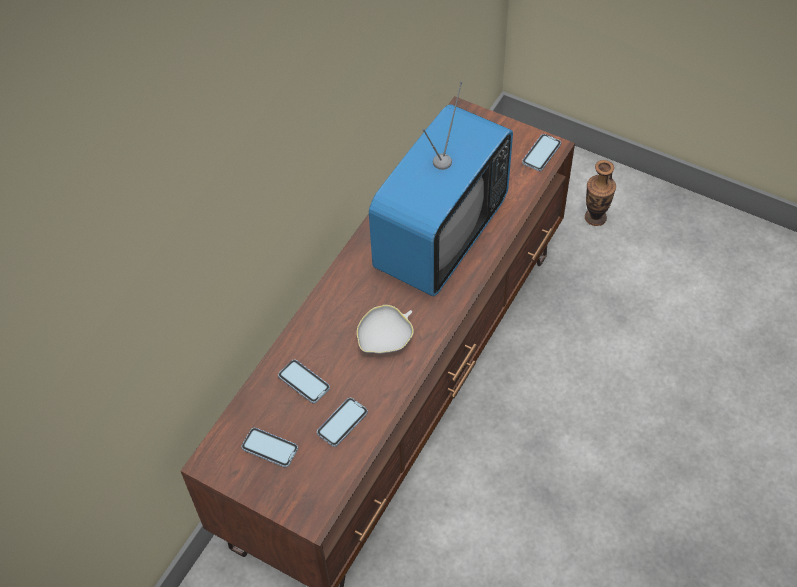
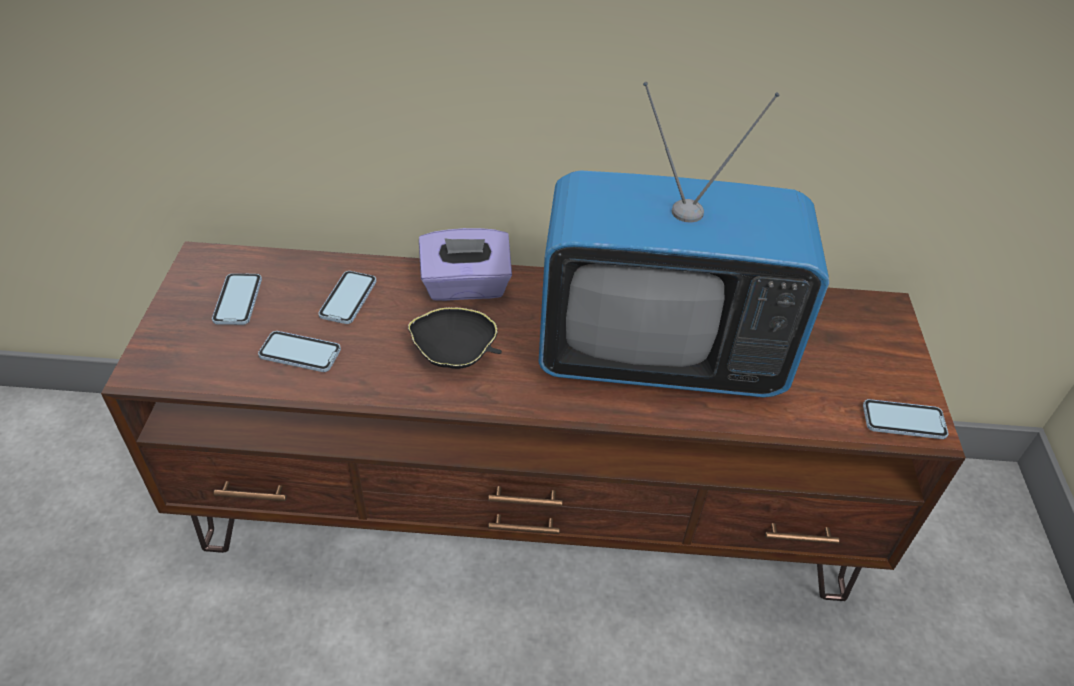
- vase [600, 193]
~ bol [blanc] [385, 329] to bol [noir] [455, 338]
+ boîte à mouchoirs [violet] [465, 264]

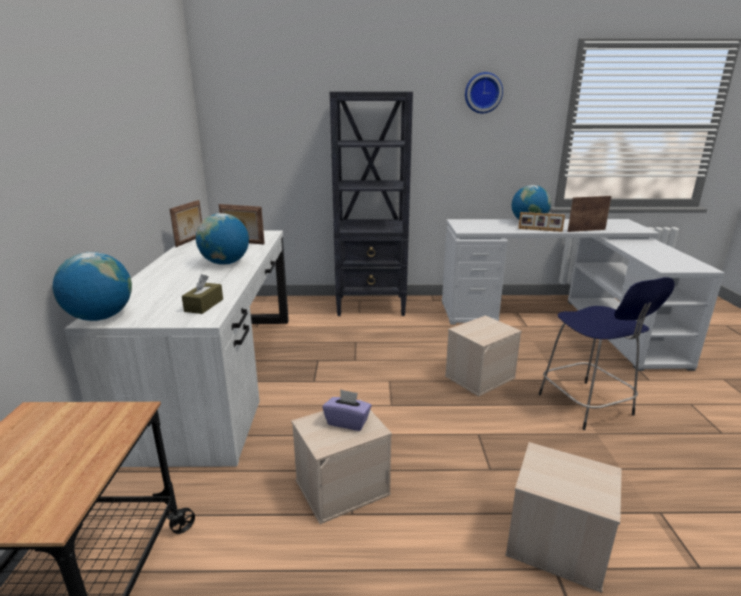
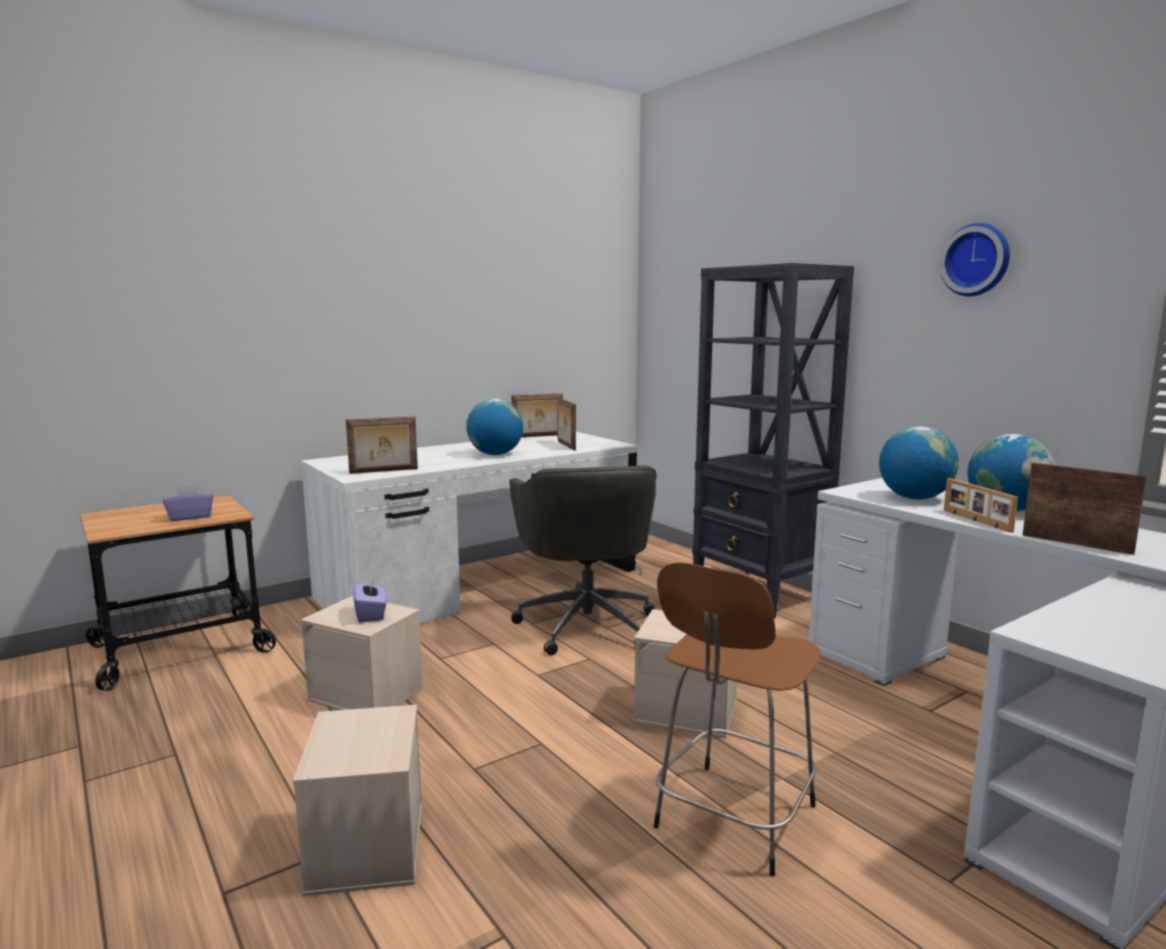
~ globe [92, 286] to [919, 463]
~ boîte à mouchoirs [marron] [202, 294] to cadre photo [382, 445]
~ tabouret [bleu] [606, 353] to tabouret [marron] [737, 719]
+ chaise de bureau [gris] [583, 560]
+ boîte à mouchoirs [violet] [188, 501]

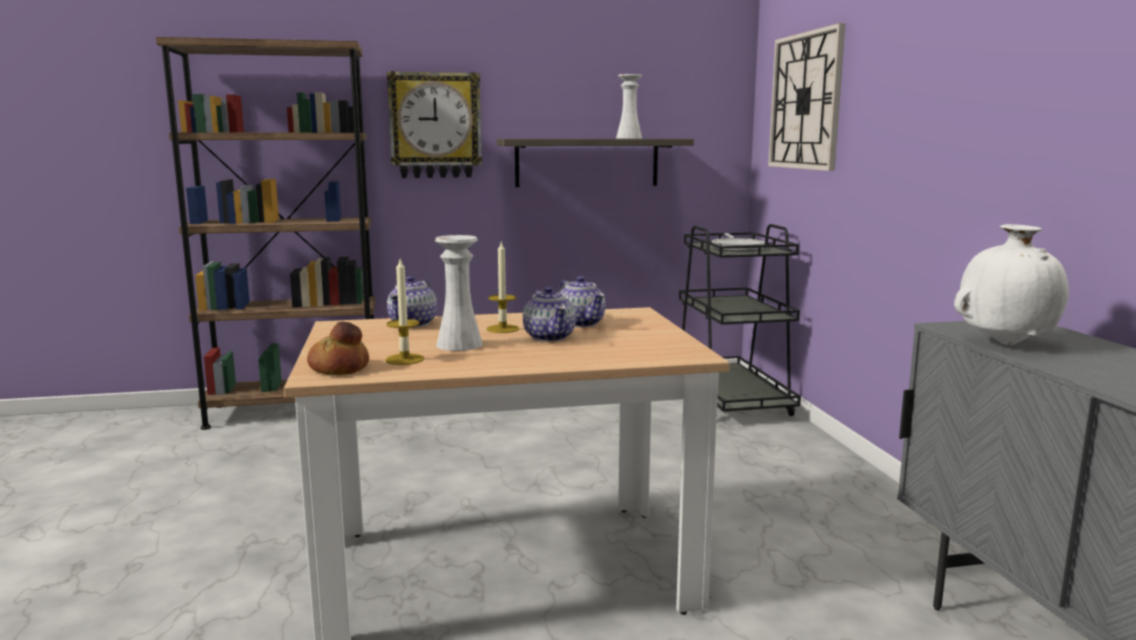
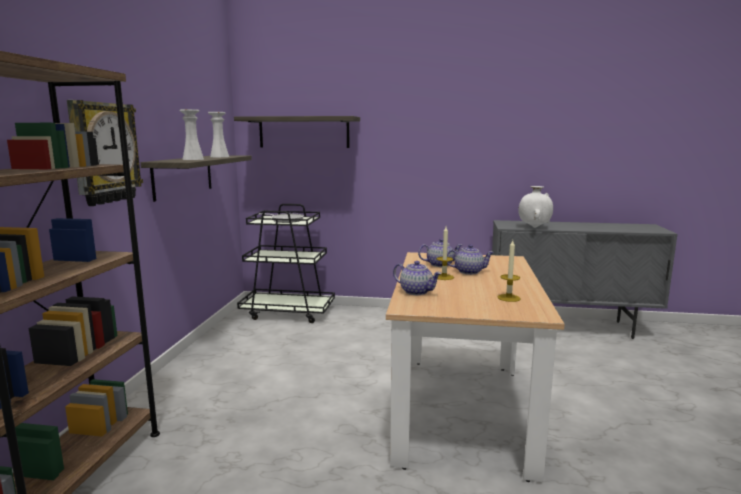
~ horloge murale [806, 97] to étagère [297, 132]
~ vase [blanc] [459, 293] to [192, 134]
- pain [338, 348]

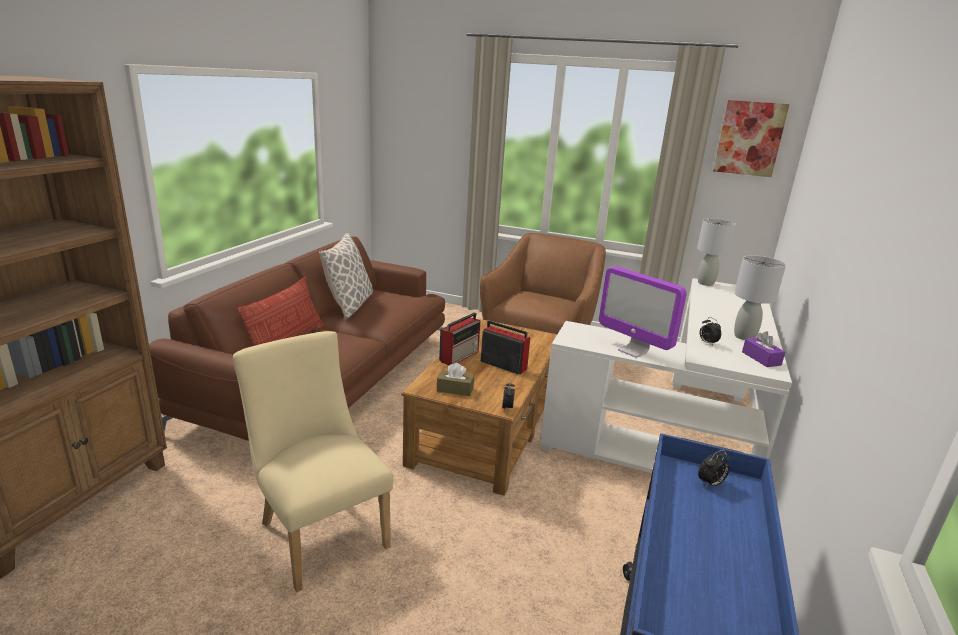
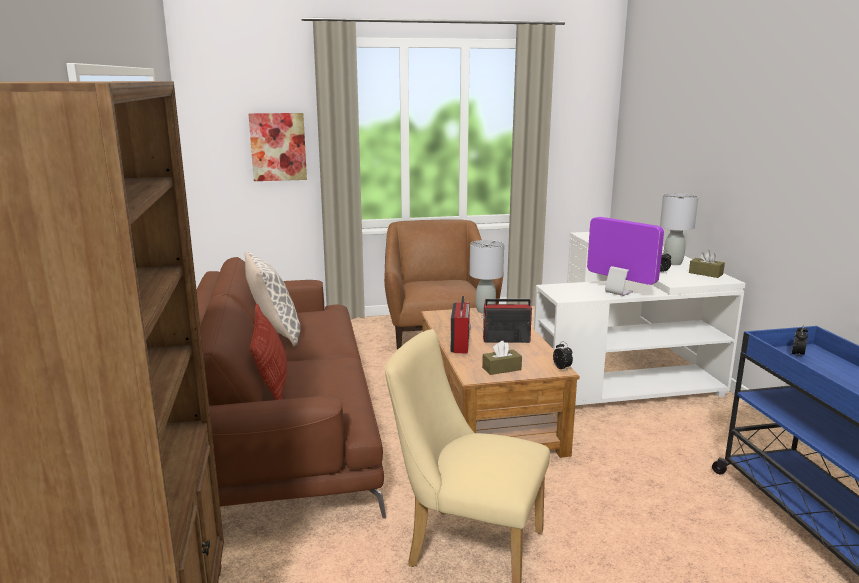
~ tableau [751, 138] to [278, 147]
~ lampe de table [gris] [716, 252] to [487, 277]
~ écran d'ordinateur [643, 312] = [625, 256] 150 degrees counterclockwise
~ boîte à mouchoirs [violet] [763, 349] to boîte à mouchoirs [marron] [707, 264]

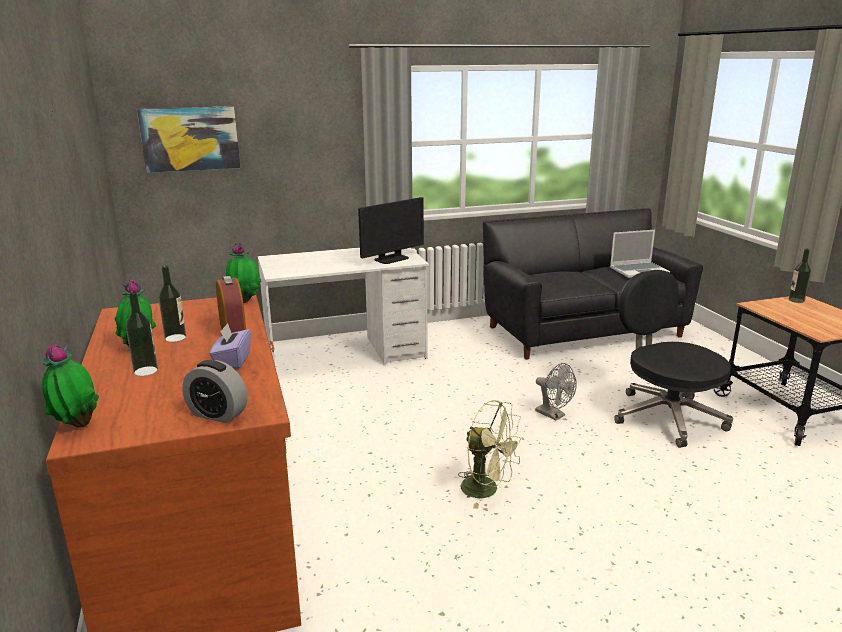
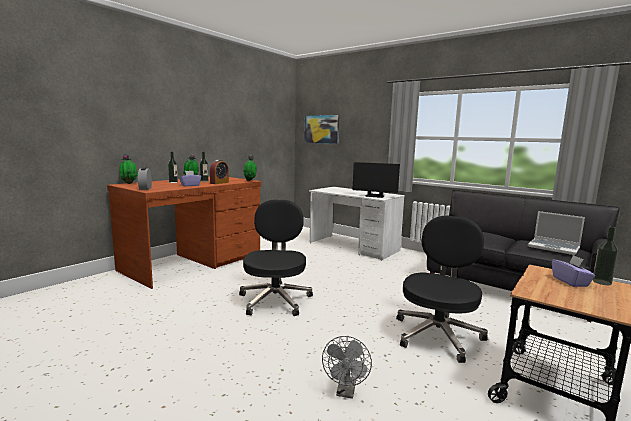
~ ventilateur [gris] [556, 392] to [347, 367]
~ ventilateur [vert] [491, 454] to chaise de bureau [noir] [276, 258]
+ boîte à mouchoirs [violet] [573, 271]

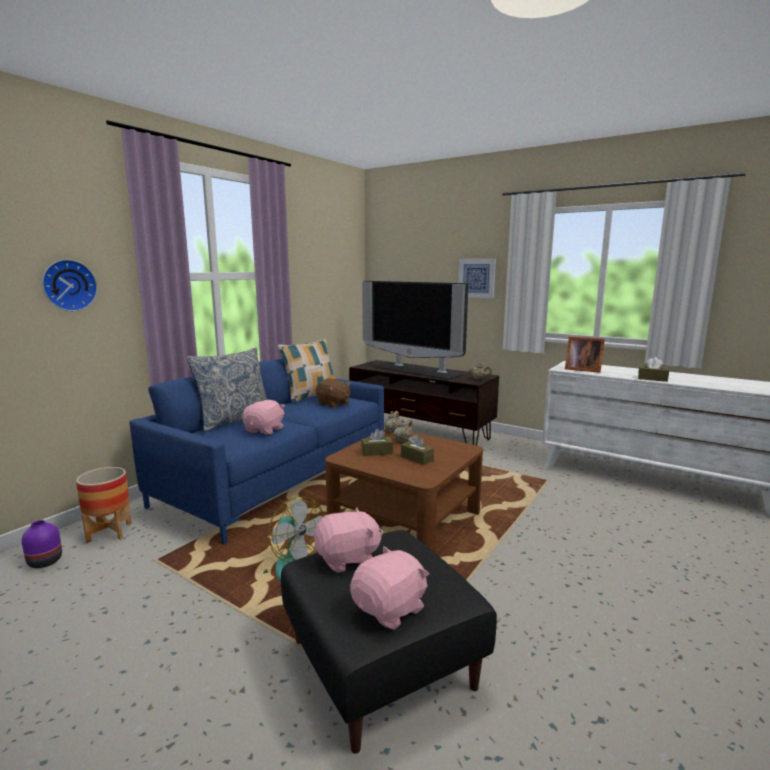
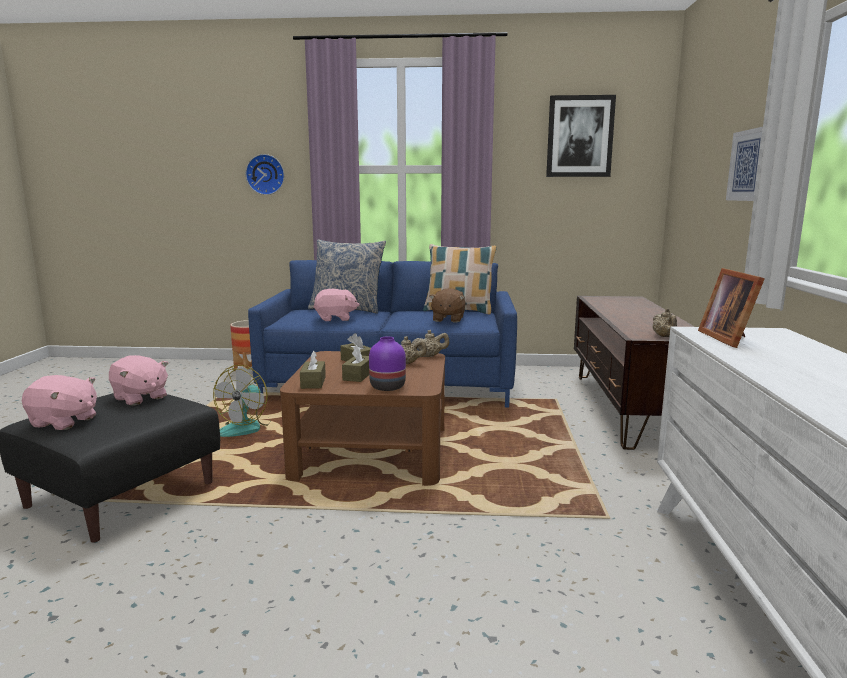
- téléviseur [415, 330]
~ boîte à mouchoirs [marron] [653, 369] to [313, 370]
~ vase [violet] [42, 544] to [387, 364]
+ tableau [581, 136]

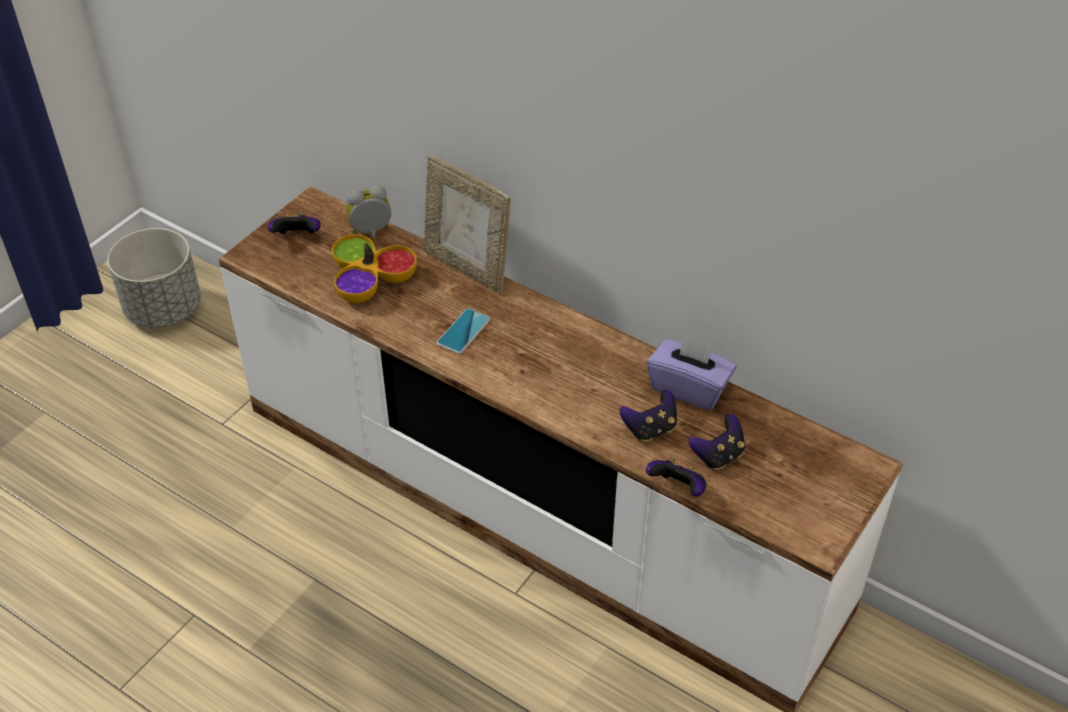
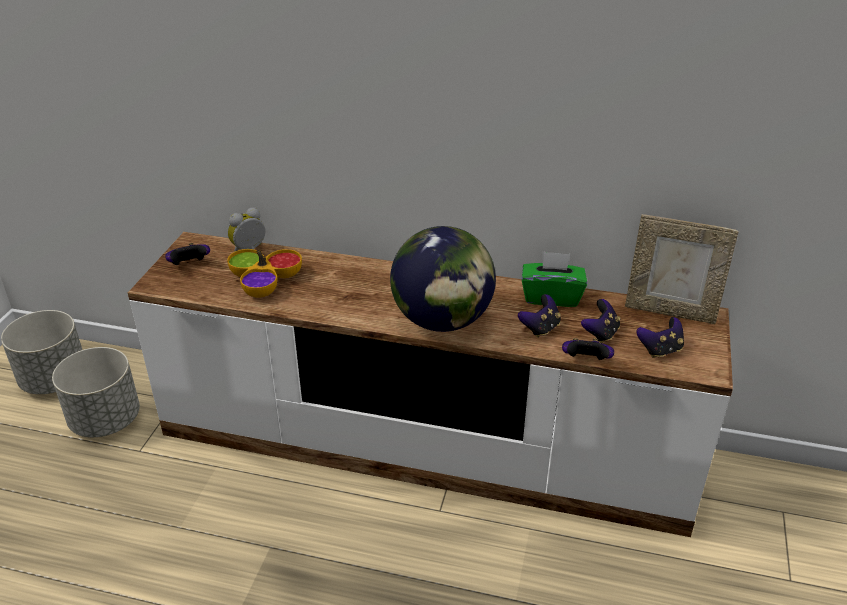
~ cadre photo [467, 224] to [682, 269]
- téléphone [463, 331]
~ boîte à mouchoirs [violet] [692, 372] to boîte à mouchoirs [vert] [554, 279]
+ globe [443, 279]
+ manette [660, 337]
+ cache-pot [gris] [96, 392]

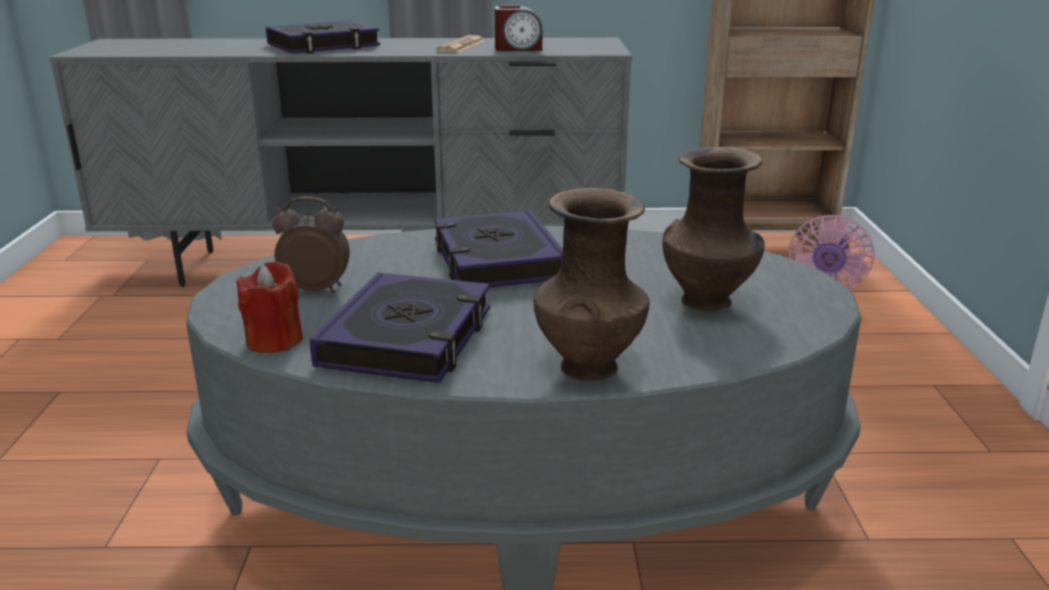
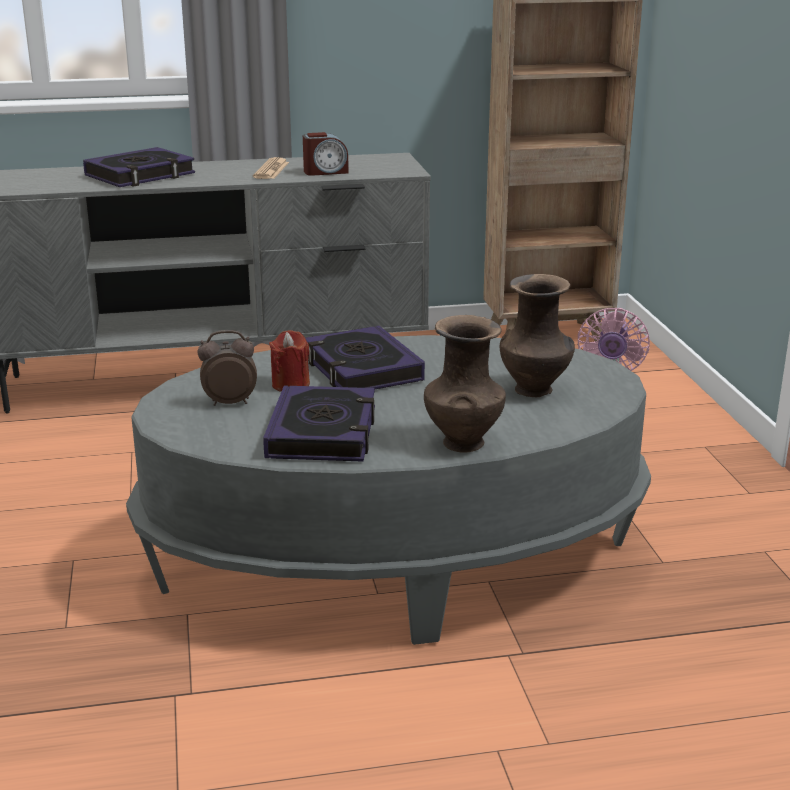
~ bougie [rouge] [269, 307] to [289, 361]

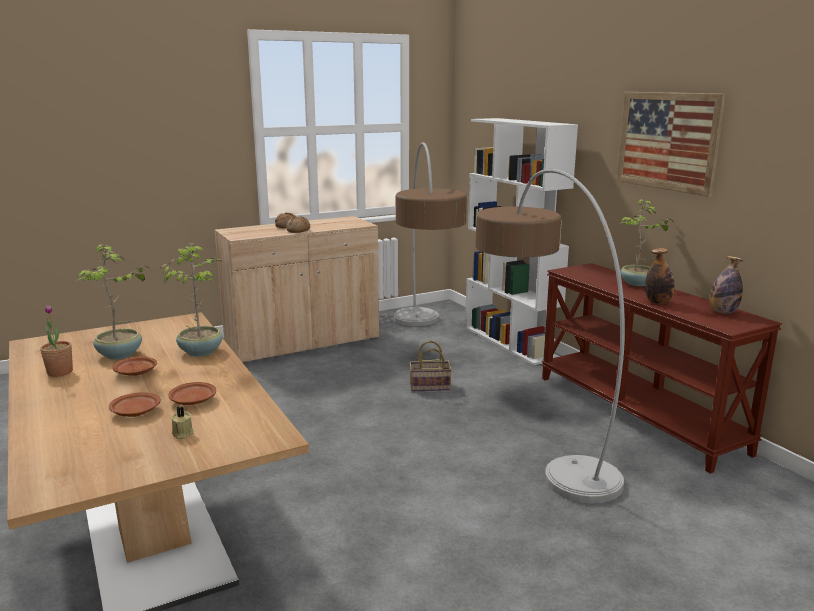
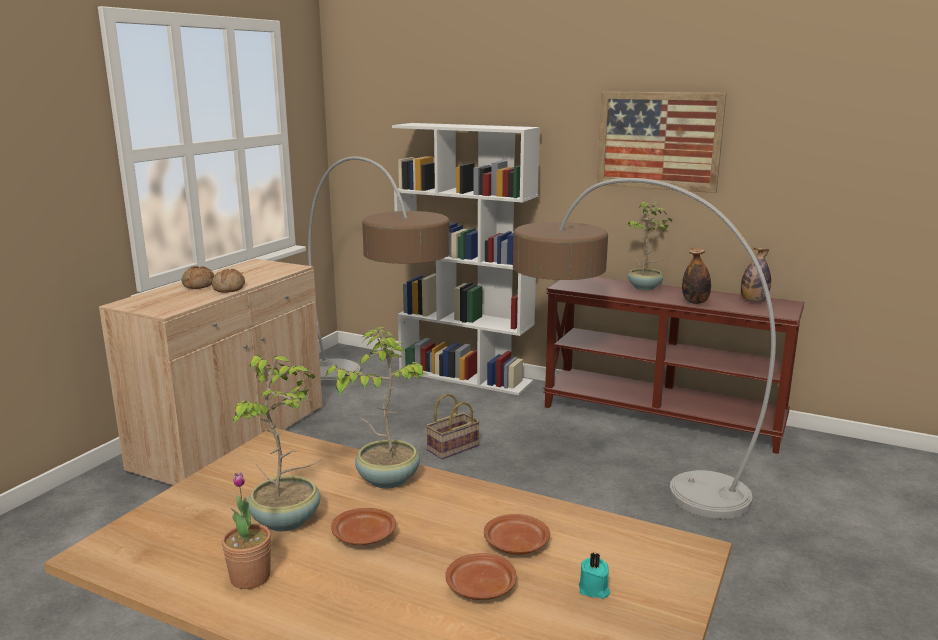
~ bougie [beige] [182, 422] to bougie [turquoise] [594, 576]

